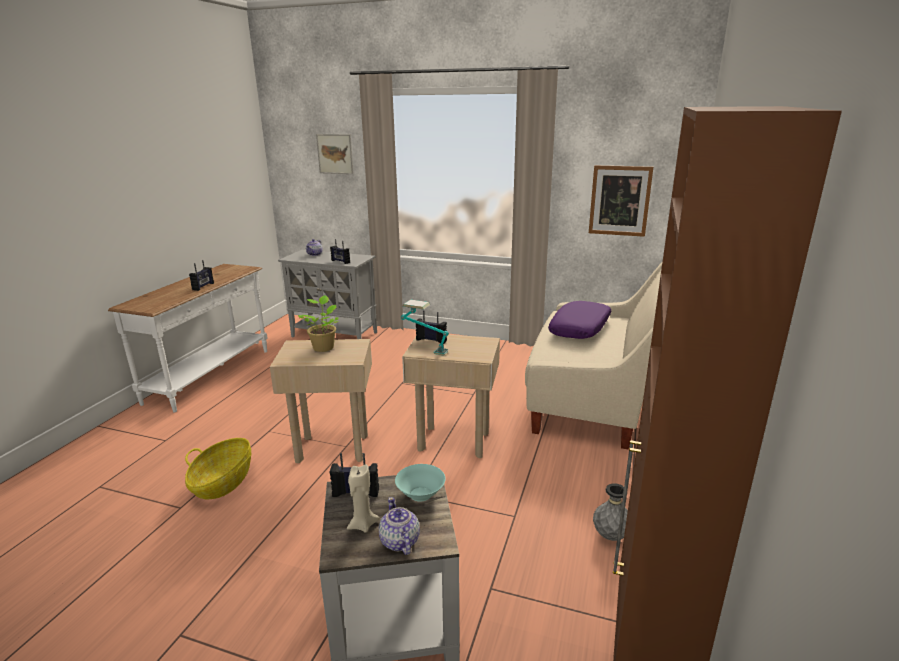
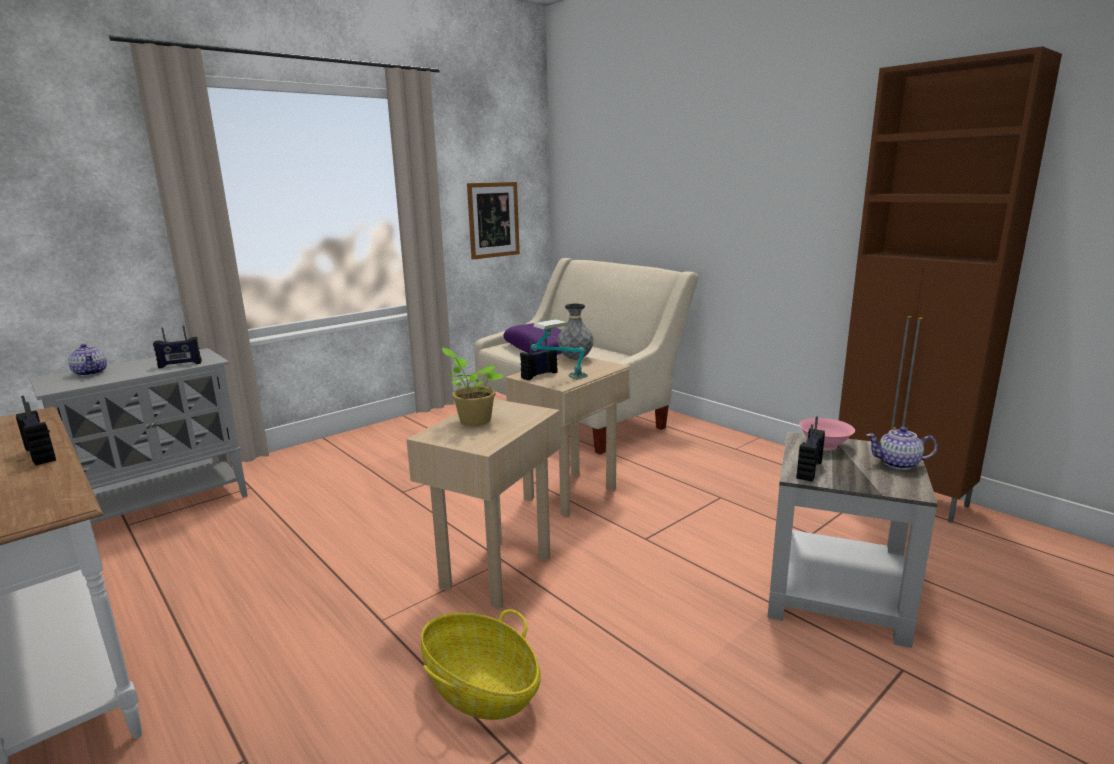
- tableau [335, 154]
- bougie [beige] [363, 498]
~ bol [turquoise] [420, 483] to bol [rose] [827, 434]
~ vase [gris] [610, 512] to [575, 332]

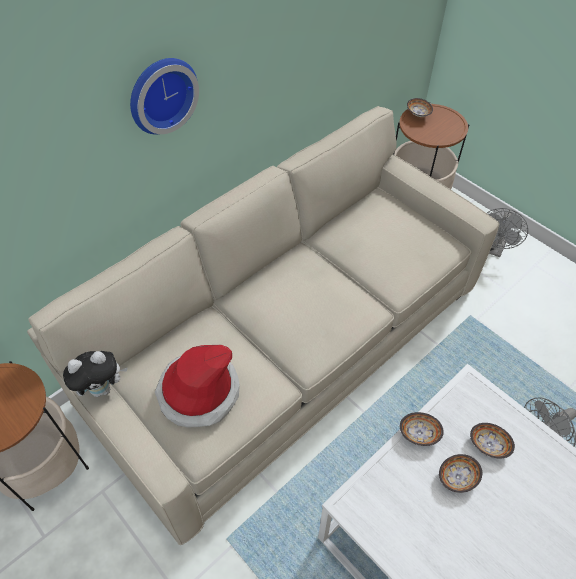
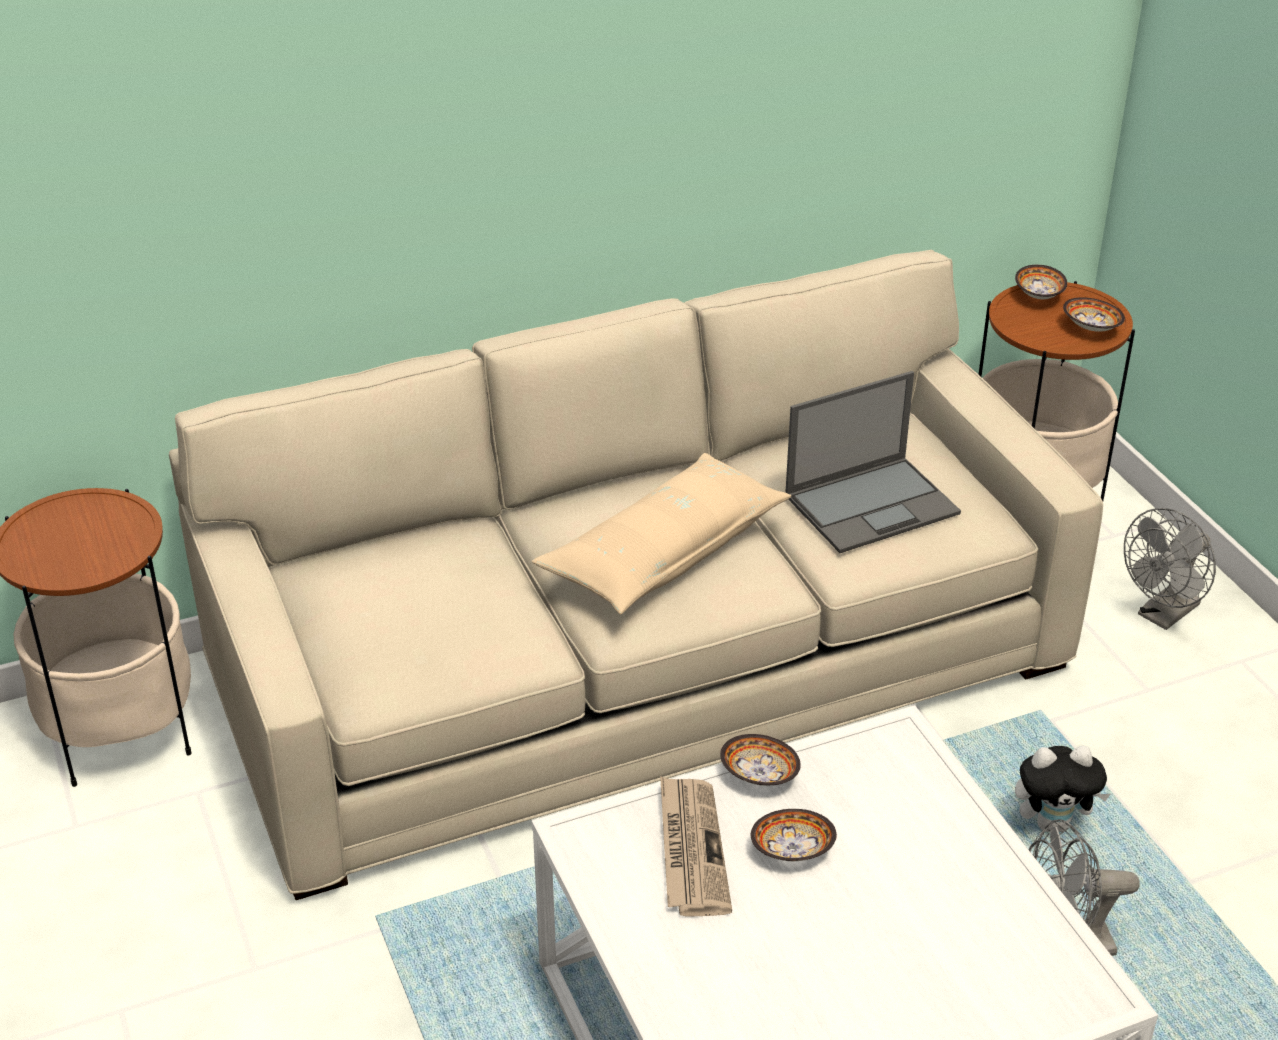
- horloge murale [164, 96]
- chapeau [197, 386]
~ peluche [95, 374] to [1062, 789]
~ bol [492, 441] to [1094, 314]
+ ordinateur portable [873, 462]
+ coussin [beige] [662, 533]
+ journal [696, 846]

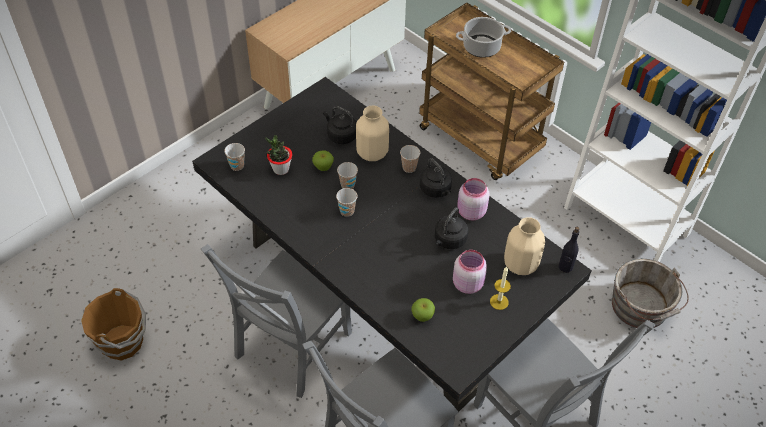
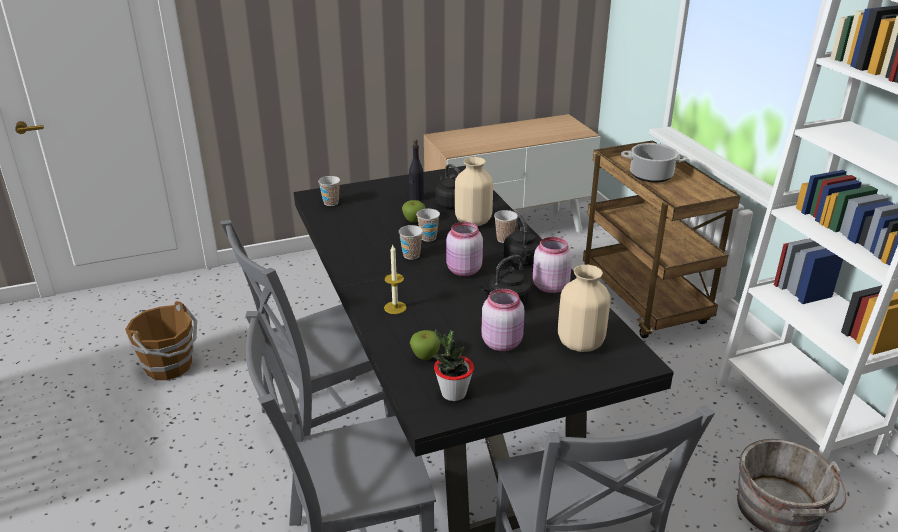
~ plante en pot [278, 155] to [453, 365]
~ bouteille [noir] [568, 250] to [416, 170]
~ bougie [500, 288] to [395, 279]
+ bocal [rose] [464, 249]

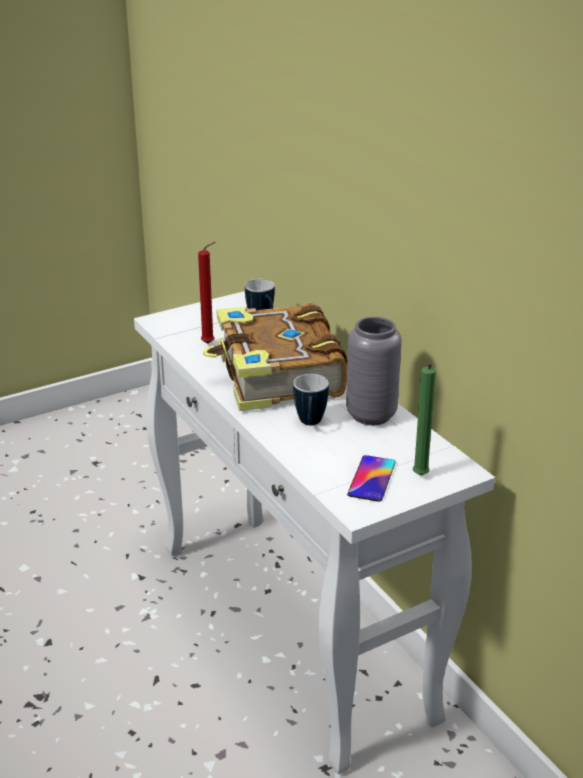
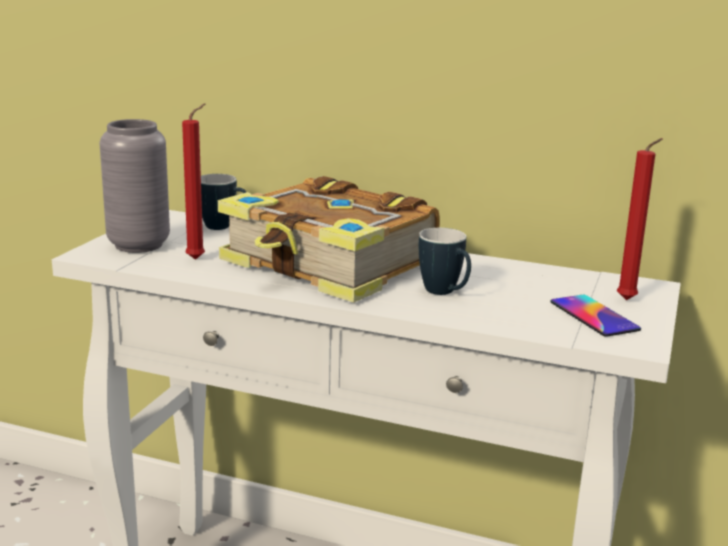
~ vase [gris] [374, 371] to [135, 186]
~ bougie [vert] [424, 420] to bougie [rouge] [640, 219]

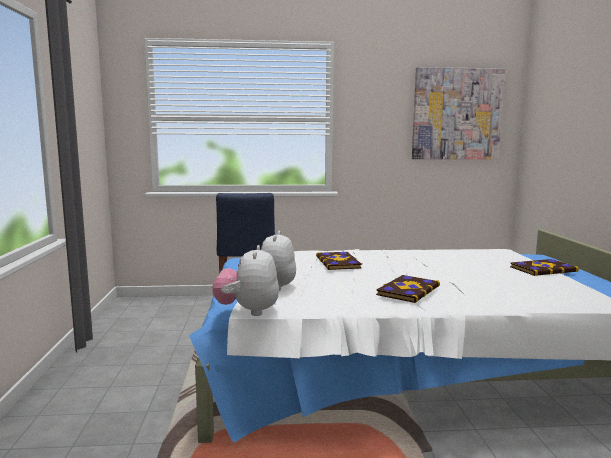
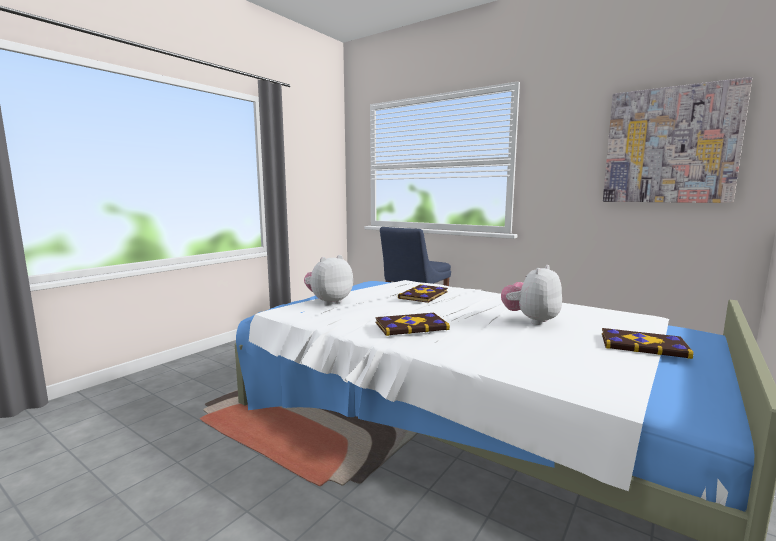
~ peluche [245, 280] to [531, 295]

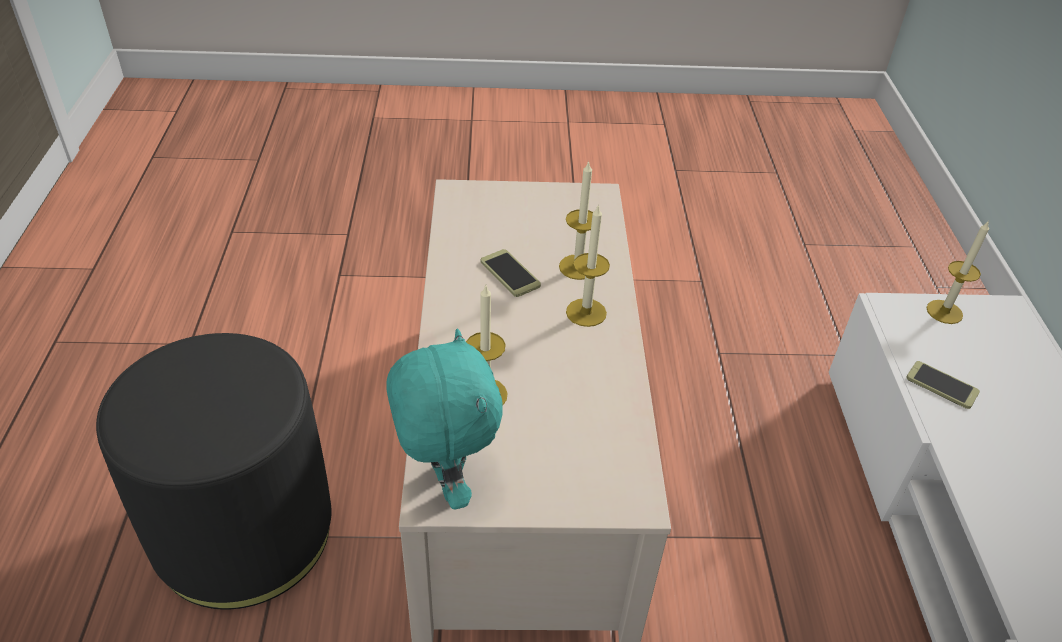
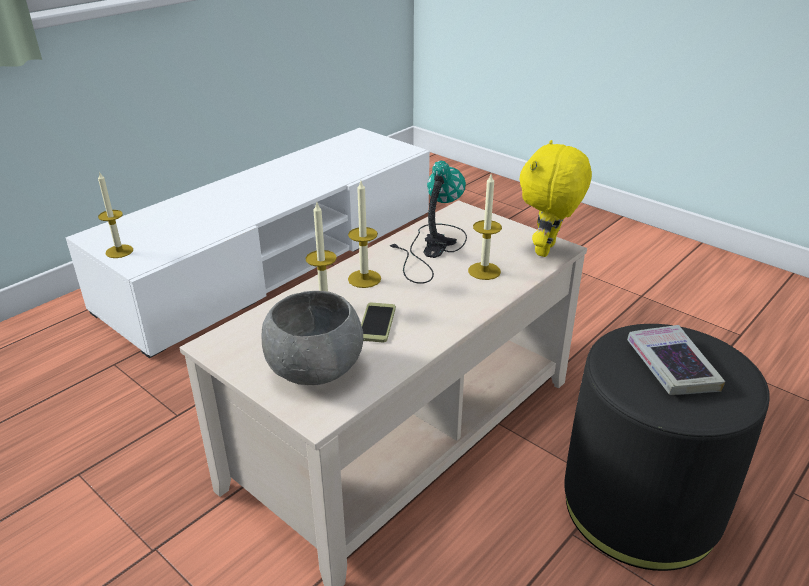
~ peluche [turquoise] [444, 419] to peluche [jaune] [556, 198]
- téléphone [943, 385]
+ lampe de table [428, 222]
+ bol [gris] [312, 338]
+ livre [676, 360]

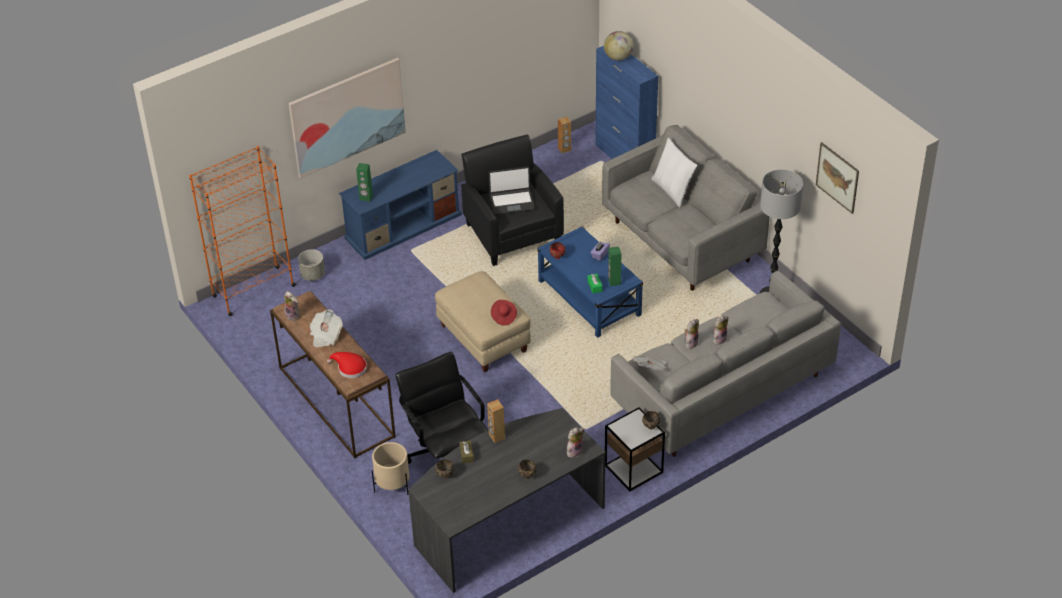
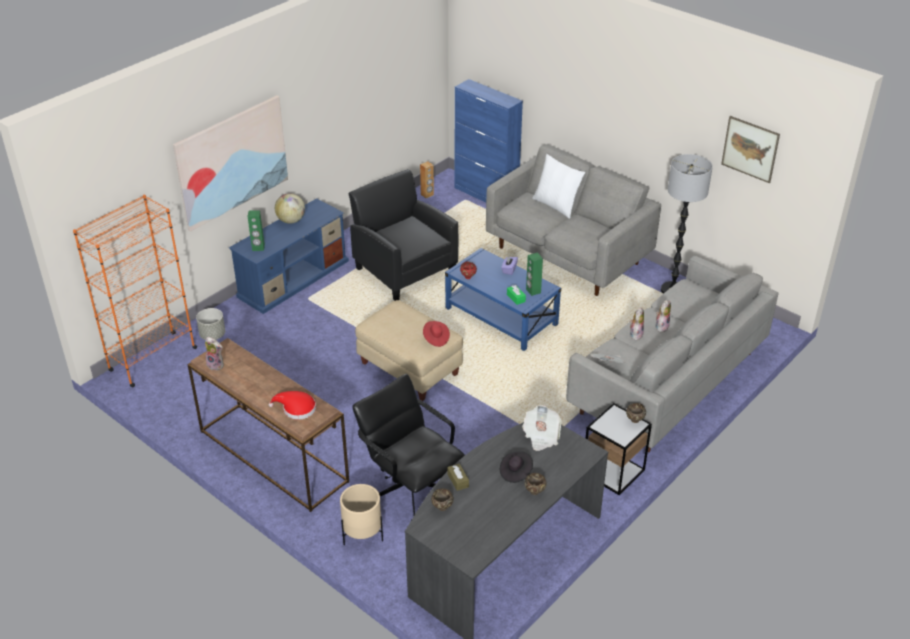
~ globe [618, 46] to [290, 208]
- ordinateur portable [511, 190]
~ journal [326, 328] to [542, 428]
- enceinte [marron] [496, 421]
- peluche [575, 442]
+ chapeau [noir] [516, 467]

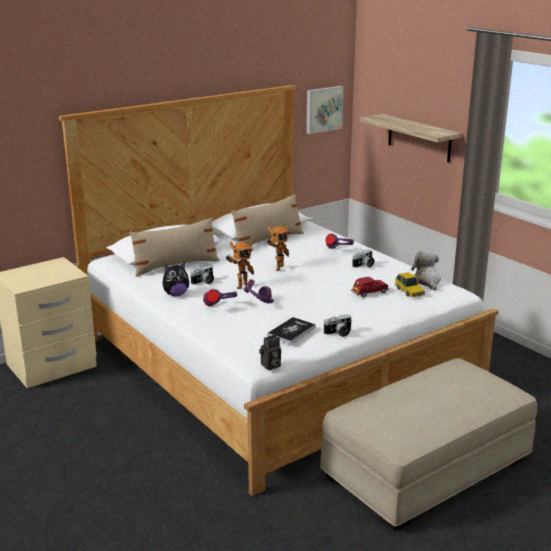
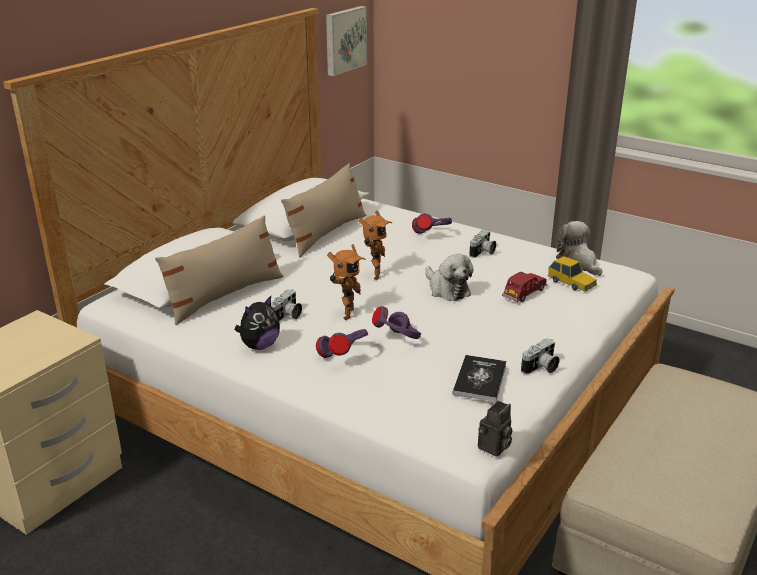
- étagère [411, 138]
+ peluche [449, 277]

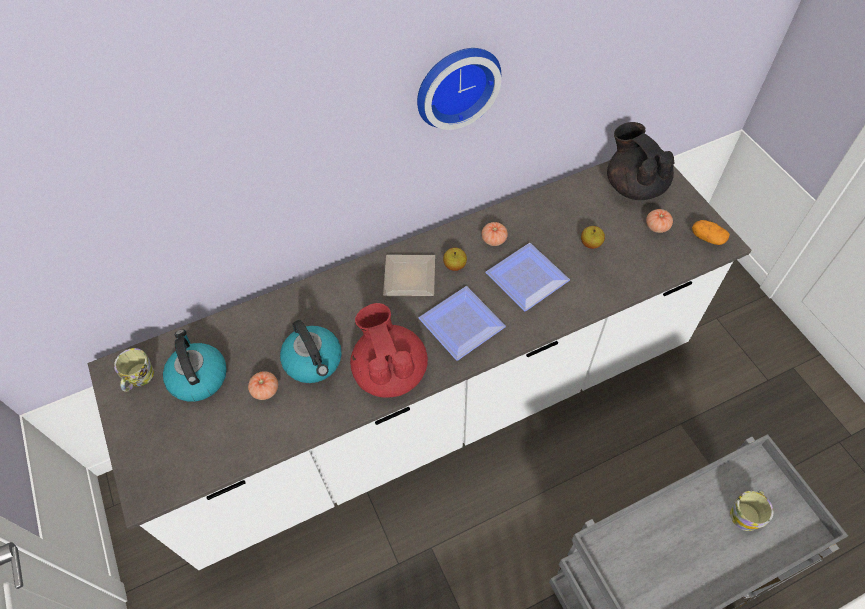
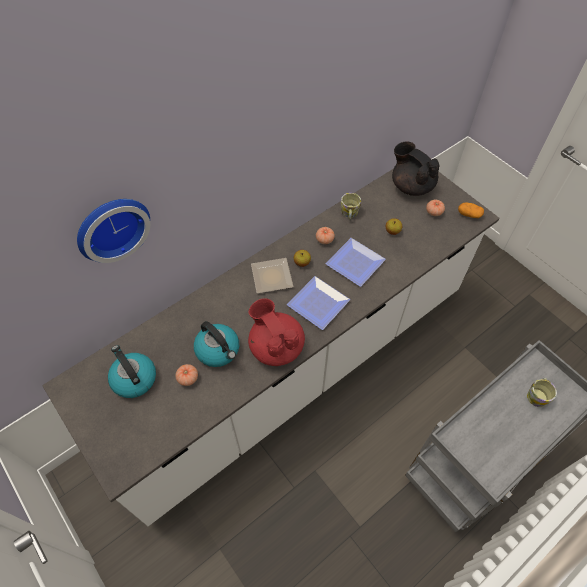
~ horloge murale [459, 89] to [113, 231]
~ mug [134, 370] to [351, 206]

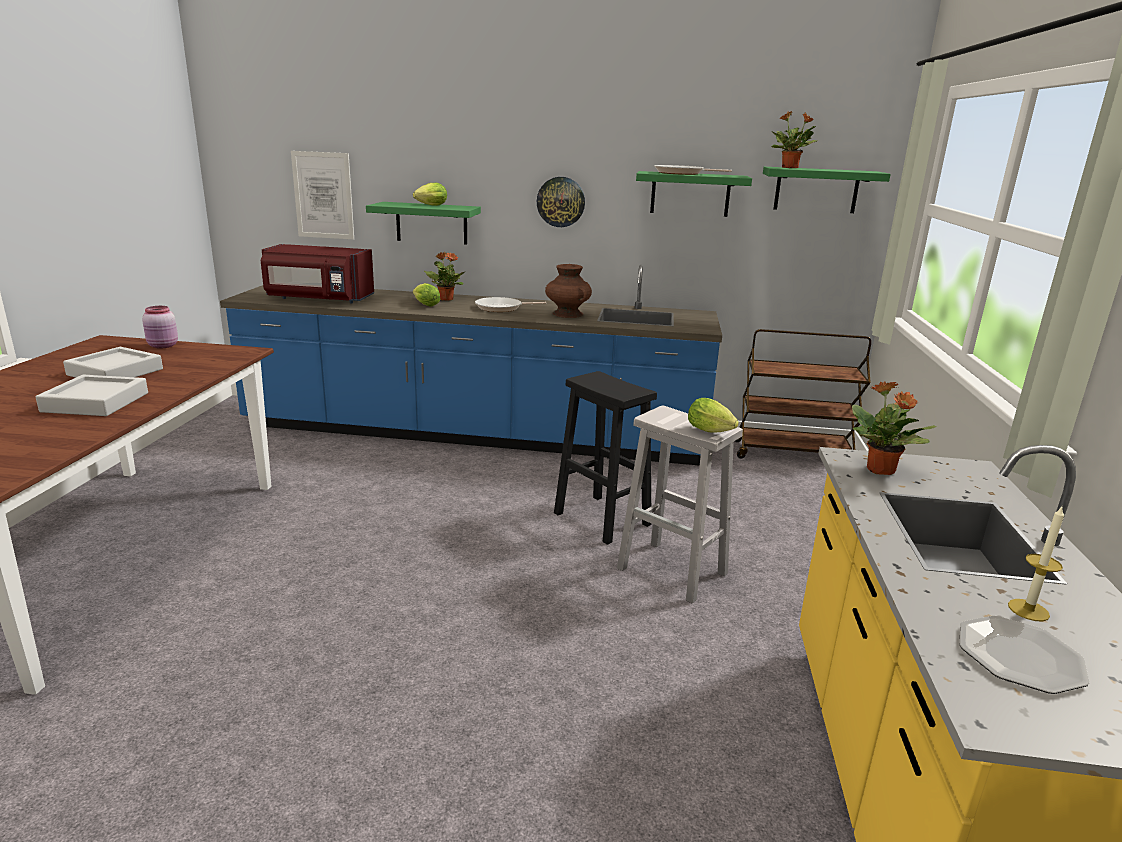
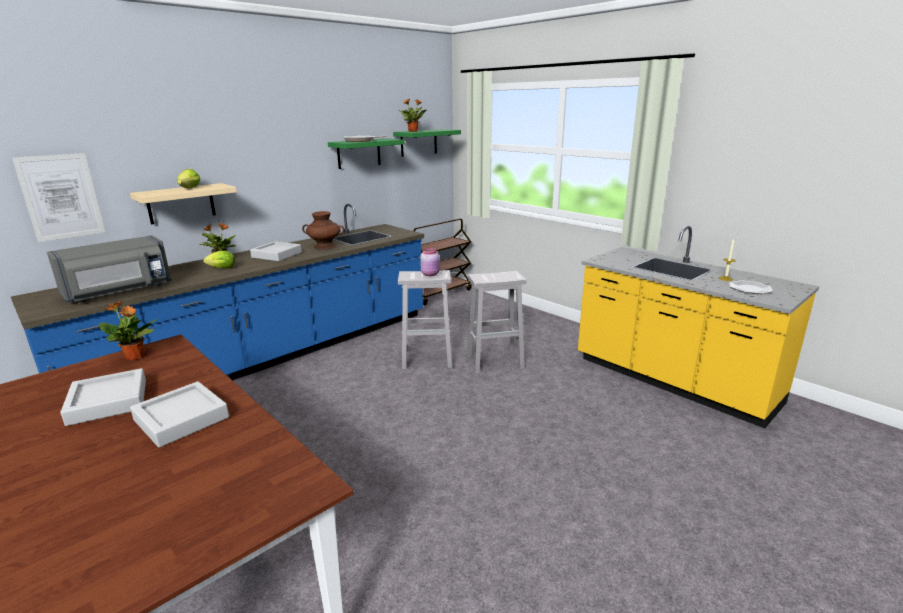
- horloge murale [561, 202]
~ étagère [vert] [423, 223] to étagère [beige] [183, 203]
~ micro-ondes [rouge] [317, 273] to micro-ondes [gris] [109, 269]
~ poêle [510, 304] to plateau [gris] [276, 251]
~ bocal [rose] [160, 327] to [430, 262]
~ tabouret [noir] [605, 458] to tabouret [blanc] [425, 319]
~ plante en pot [894, 428] to [128, 330]
- laitue [713, 415]

